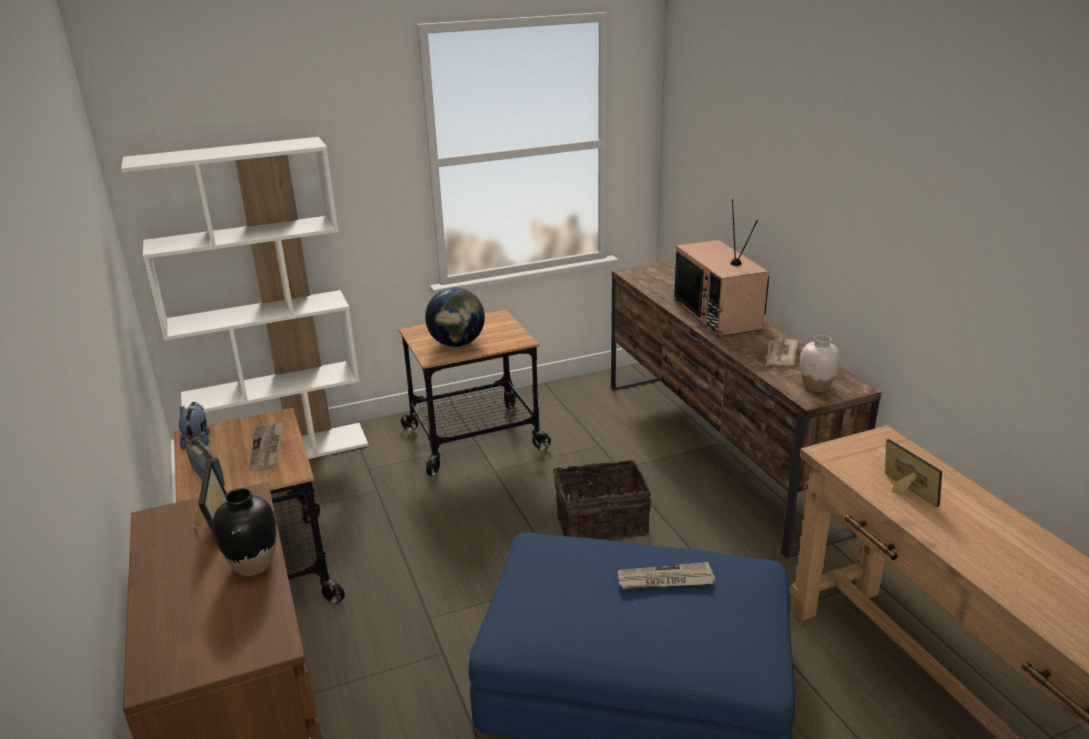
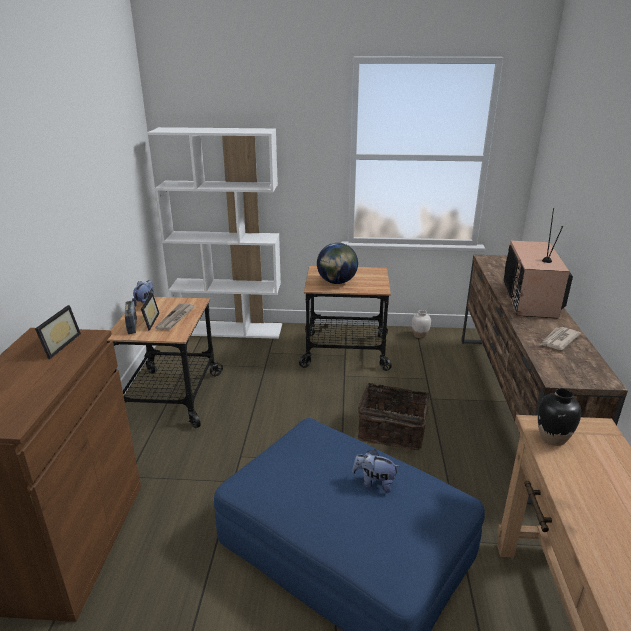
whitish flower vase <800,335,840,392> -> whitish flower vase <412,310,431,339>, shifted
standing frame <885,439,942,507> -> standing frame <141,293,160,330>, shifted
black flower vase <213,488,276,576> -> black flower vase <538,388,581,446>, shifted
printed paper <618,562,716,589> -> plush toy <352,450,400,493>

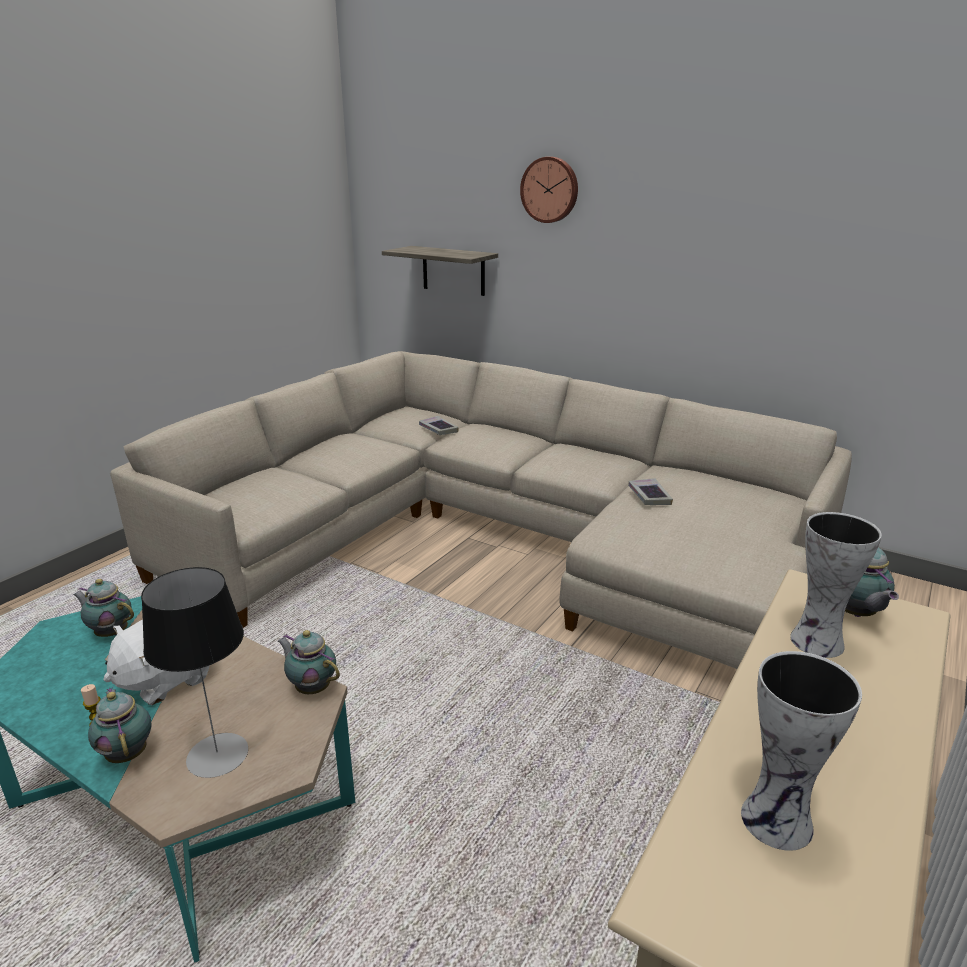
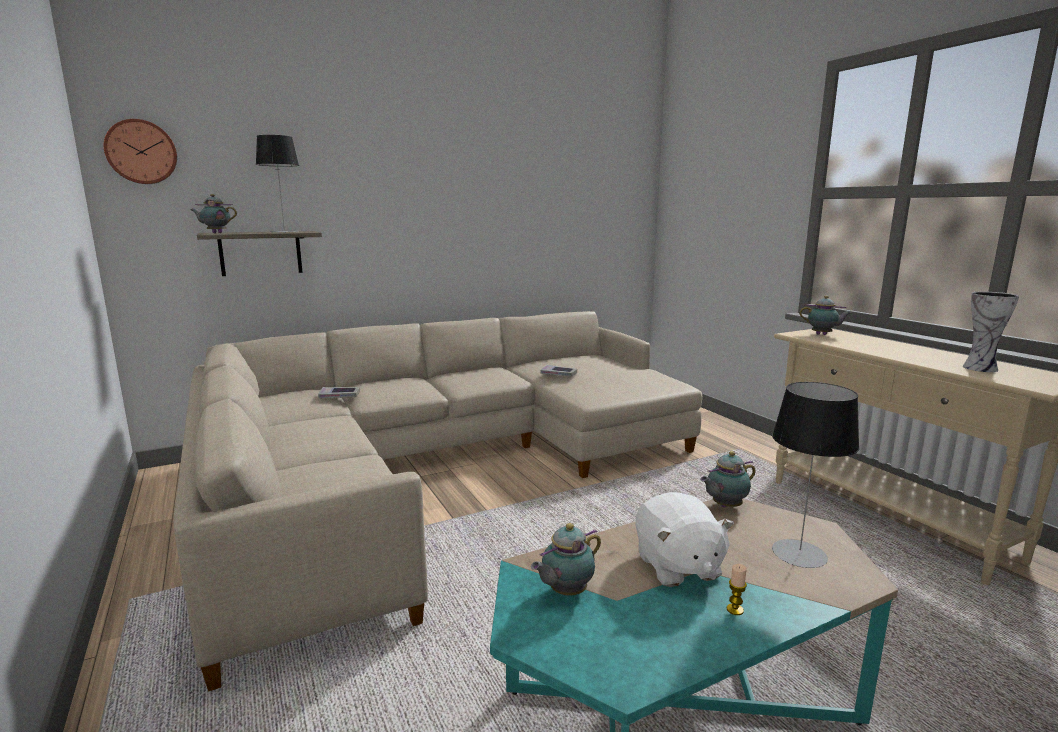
wall clock <520,157,578,223> -> wall clock <104,119,177,184>, shifted
flower vase <790,512,882,658> -> none
tea pot <88,687,152,763> -> tea pot <190,194,237,233>, shifted
none -> tabletop lamp <256,135,299,232>

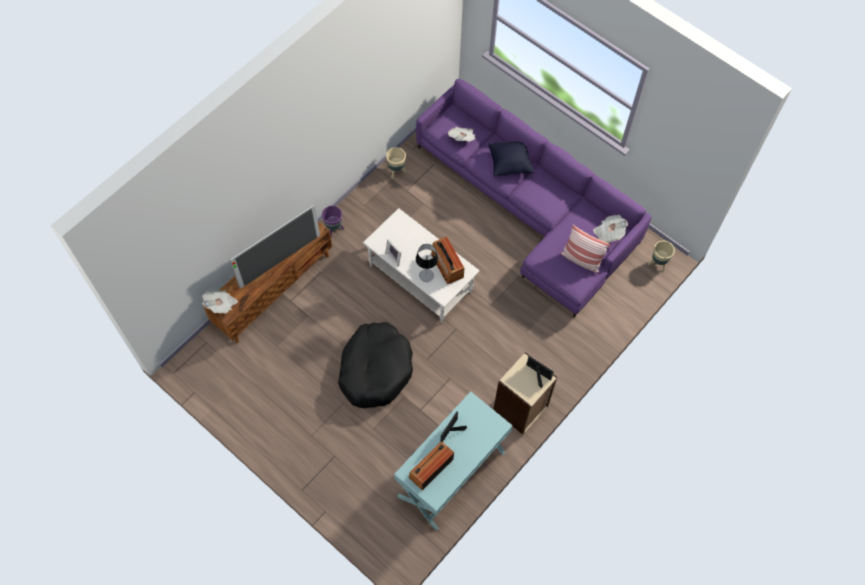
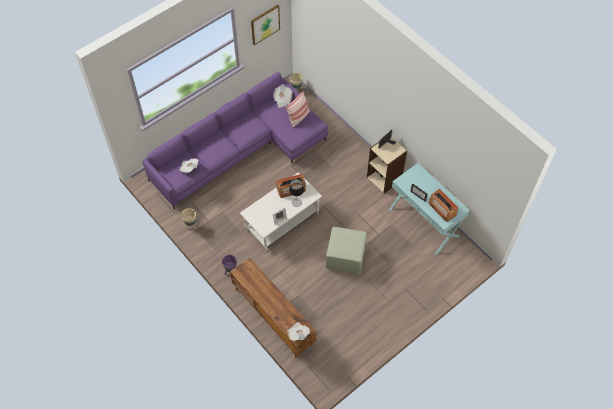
black throw pillow <489,141,534,176> -> none
television <229,204,320,289> -> none
black dog cushion <338,322,413,408> -> green ottoman <326,227,367,274>
none -> picture <251,5,280,45>

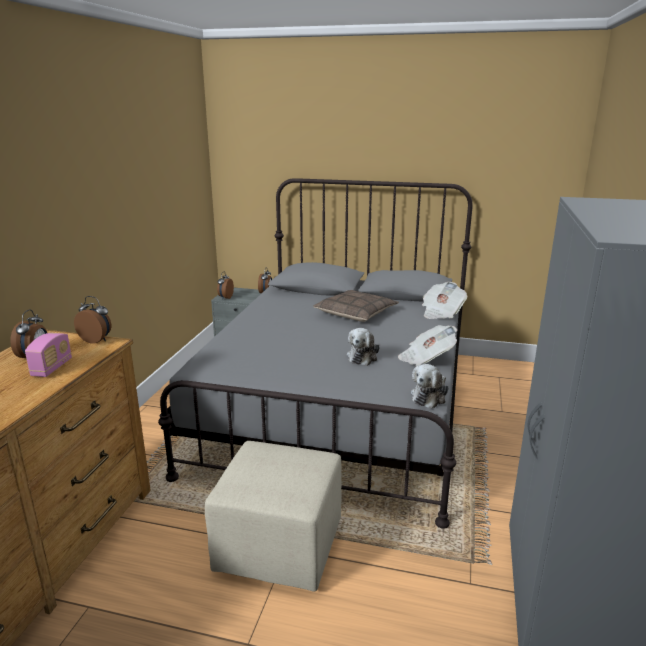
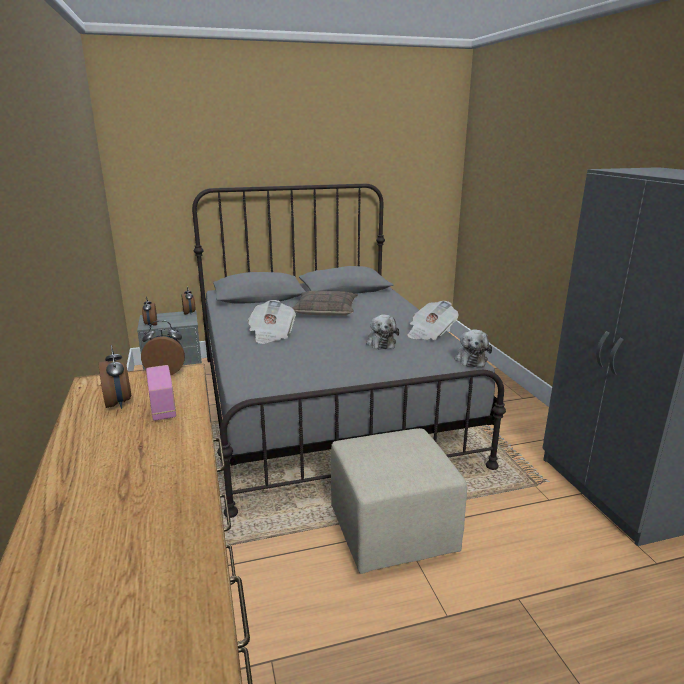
printed paper <422,282,467,319> -> printed paper <248,300,296,344>, shifted

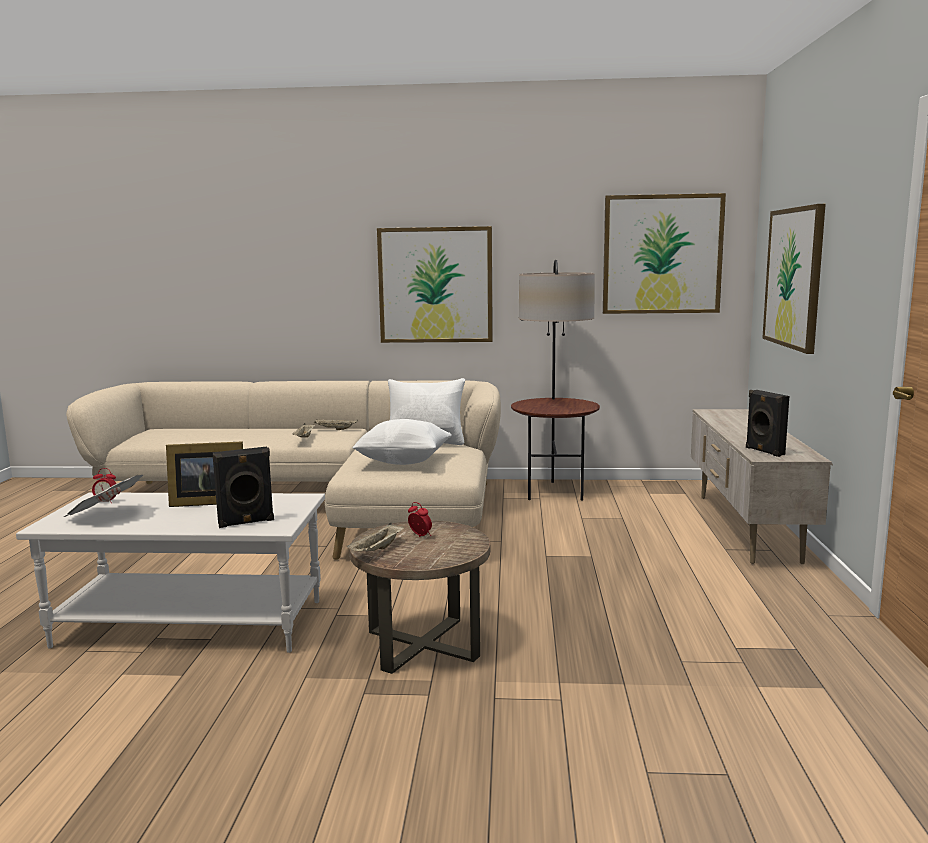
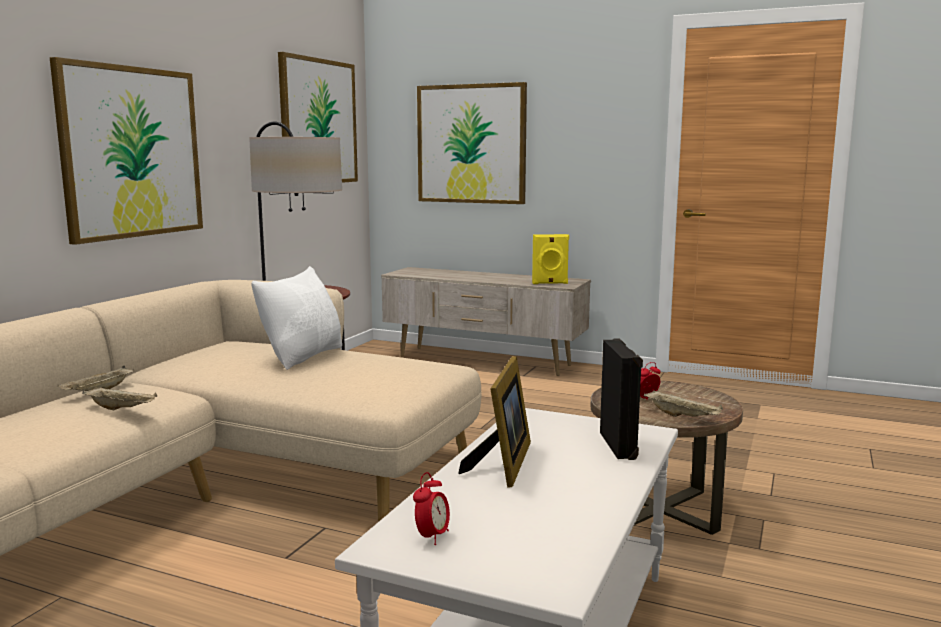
black speaker <746,390,789,457> -> yellowish speaker <532,234,569,284>
whitish throw pillow <352,419,452,465> -> none
printed paper <64,475,143,517> -> none

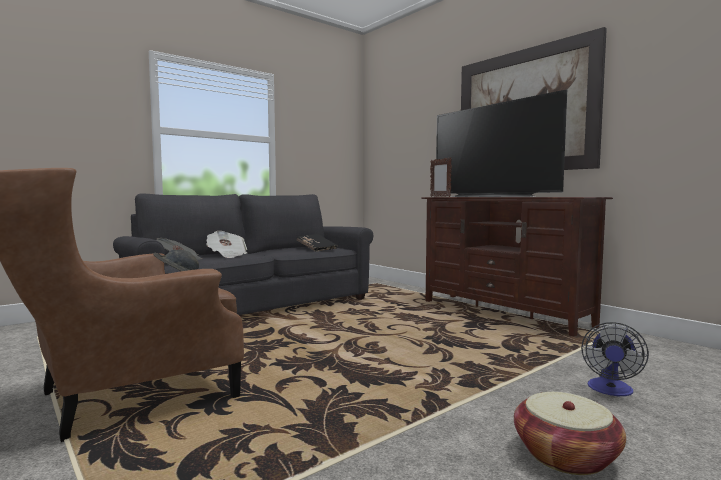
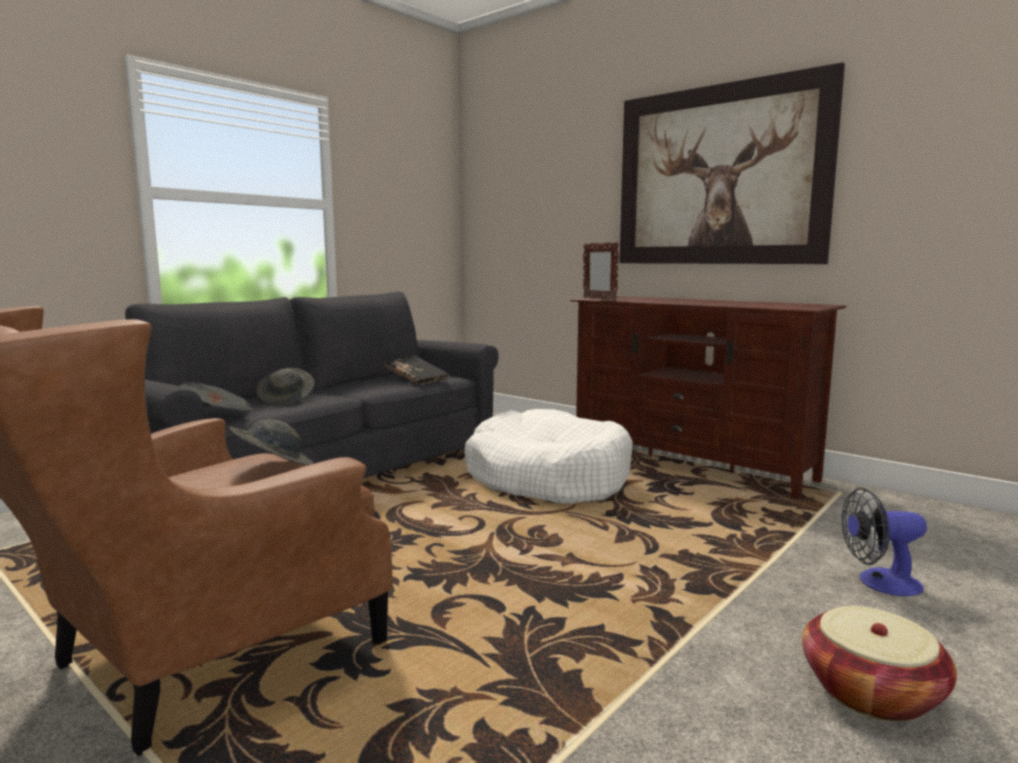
television <436,89,567,197> -> none
printed paper <206,231,247,258> -> greyish clothing hat <256,368,315,405>
electric fan <581,322,649,396> -> electric fan <842,488,927,596>, 75 degrees clockwise
none -> whitish dog cushion <465,409,633,504>

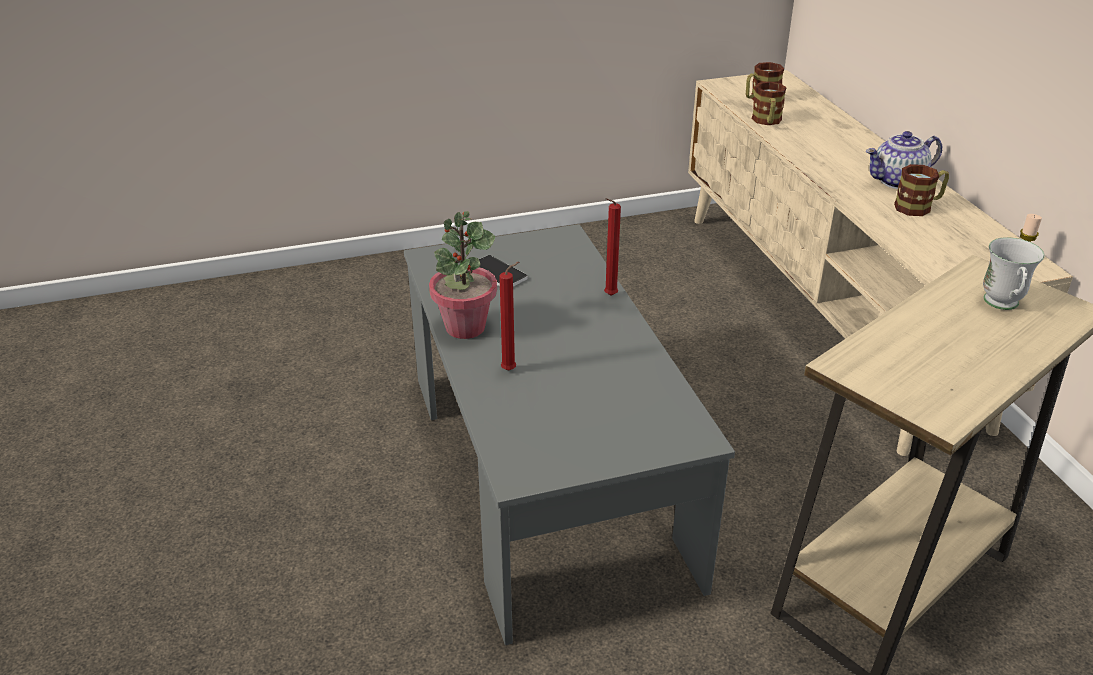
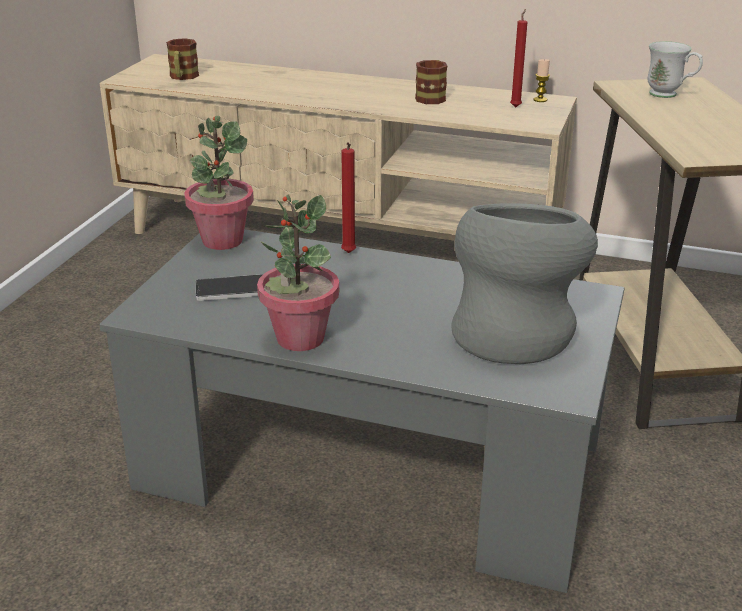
tea mug <752,81,787,125> -> none
tea pot <866,131,942,189> -> none
reddish wax candle <499,262,519,371> -> reddish wax candle <510,9,527,108>, shifted
none -> potted plant <184,116,254,250>
none -> greyish flower vase <452,203,598,364>

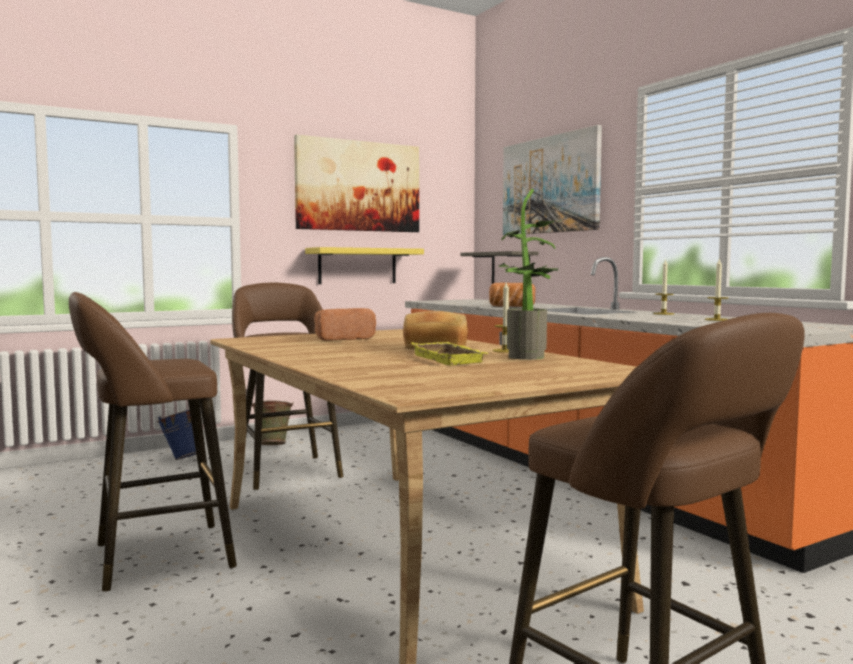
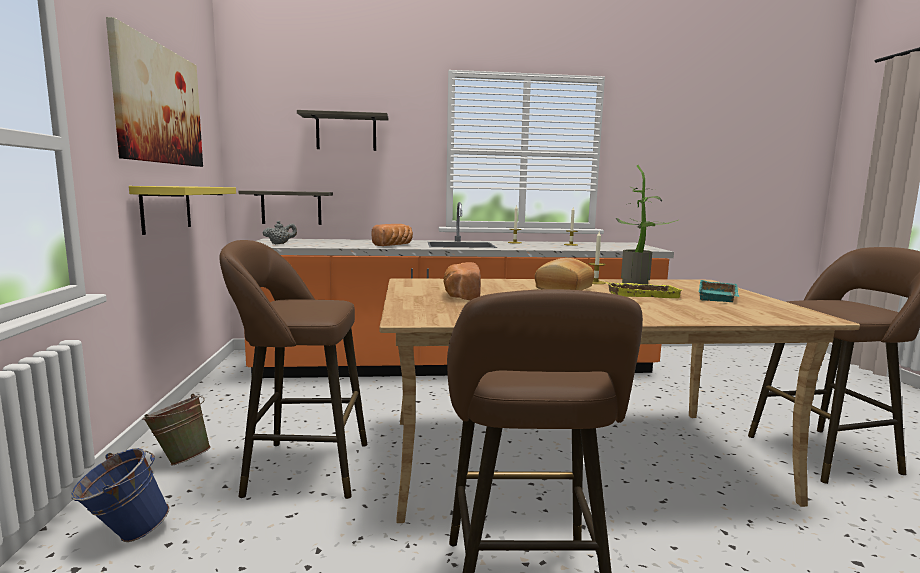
picture <503,125,602,235> -> bracket shelf <297,110,388,151>
none -> greyish tea pot <262,221,297,244>
none -> turquoise serving tray <699,280,739,302>

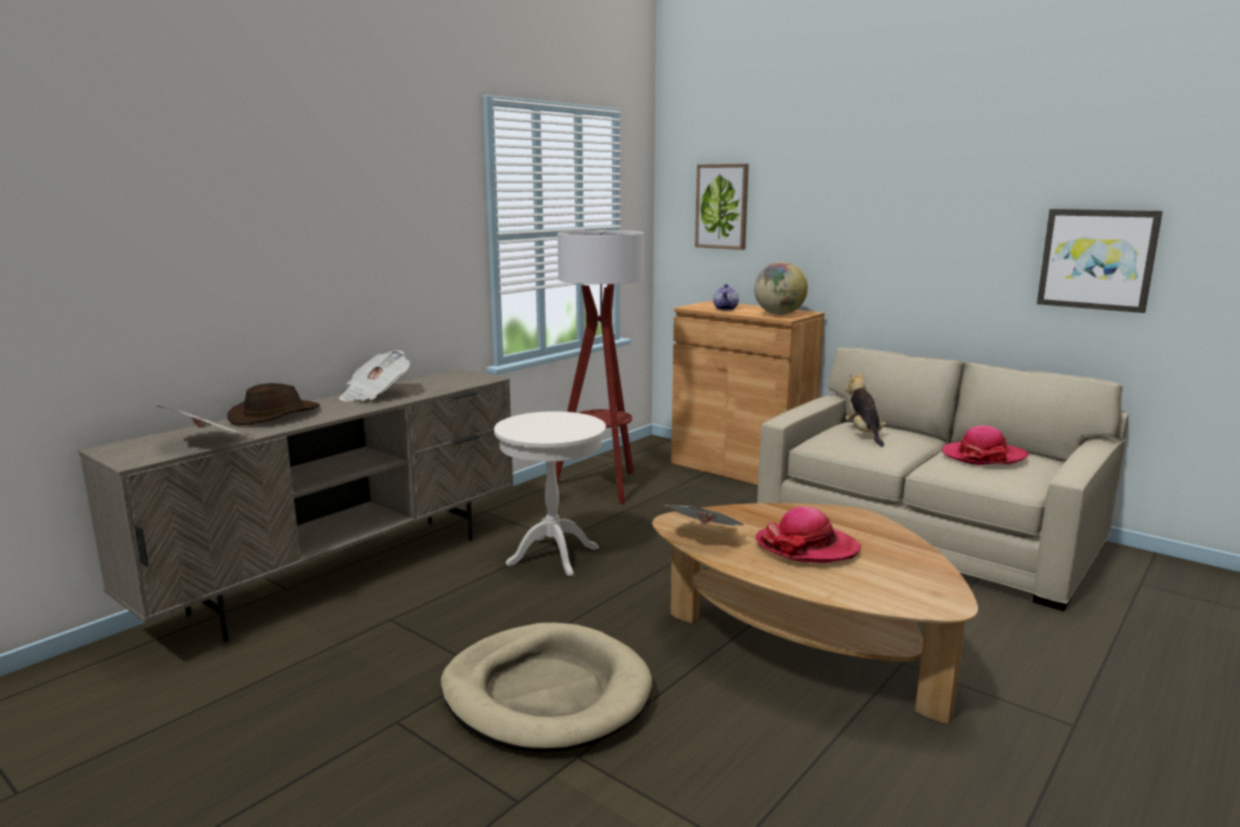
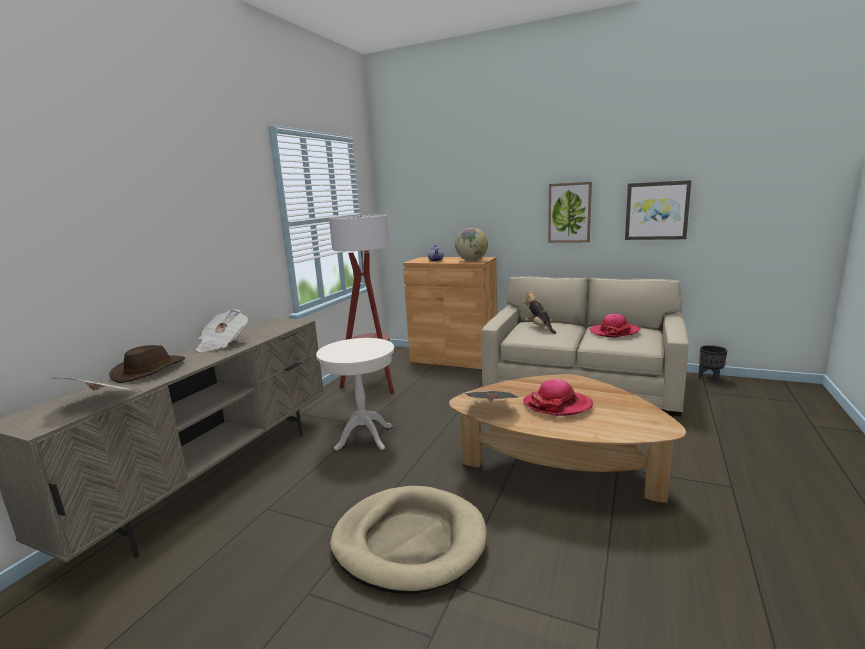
picture <695,164,749,250> -> picture <548,182,592,243>, shifted
none -> black plant pot <699,345,727,383>

